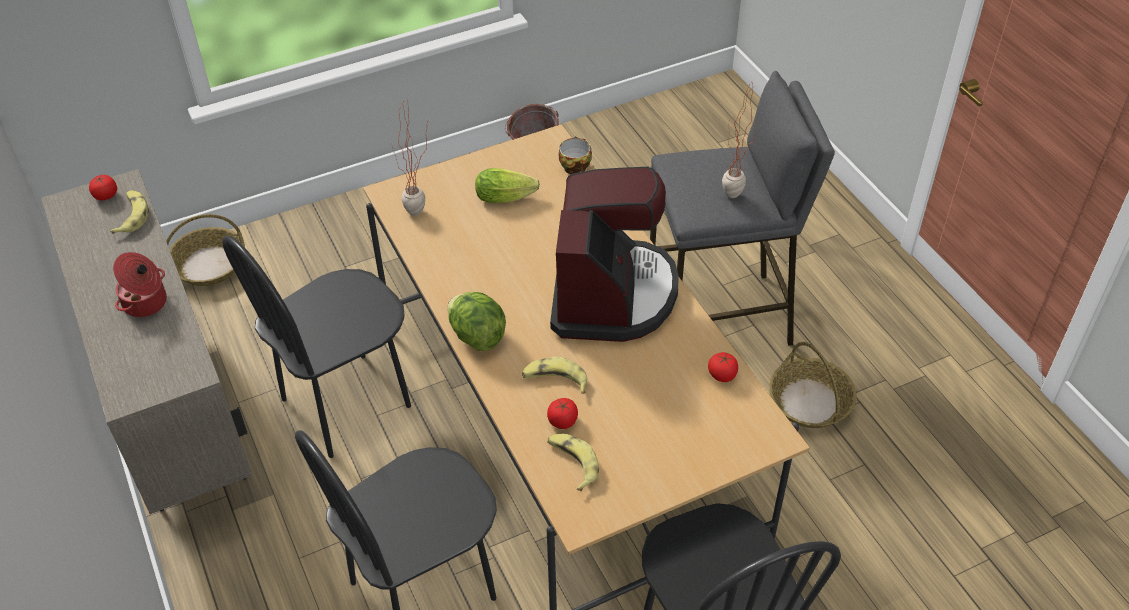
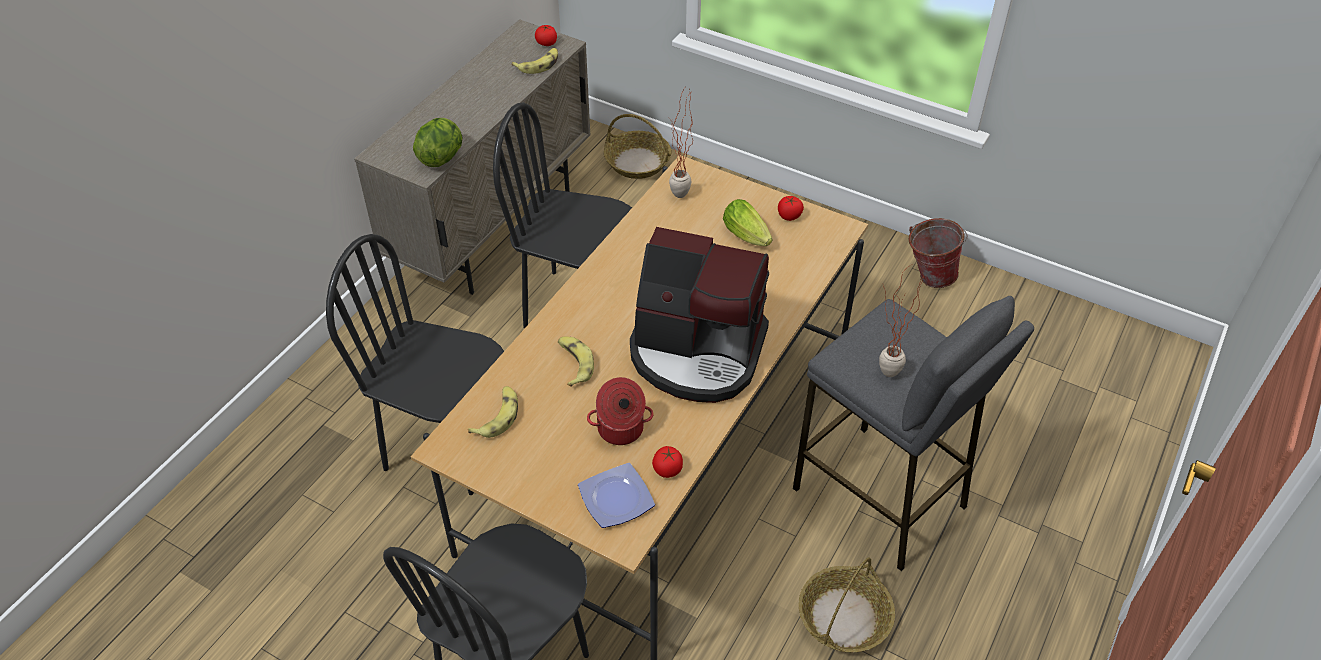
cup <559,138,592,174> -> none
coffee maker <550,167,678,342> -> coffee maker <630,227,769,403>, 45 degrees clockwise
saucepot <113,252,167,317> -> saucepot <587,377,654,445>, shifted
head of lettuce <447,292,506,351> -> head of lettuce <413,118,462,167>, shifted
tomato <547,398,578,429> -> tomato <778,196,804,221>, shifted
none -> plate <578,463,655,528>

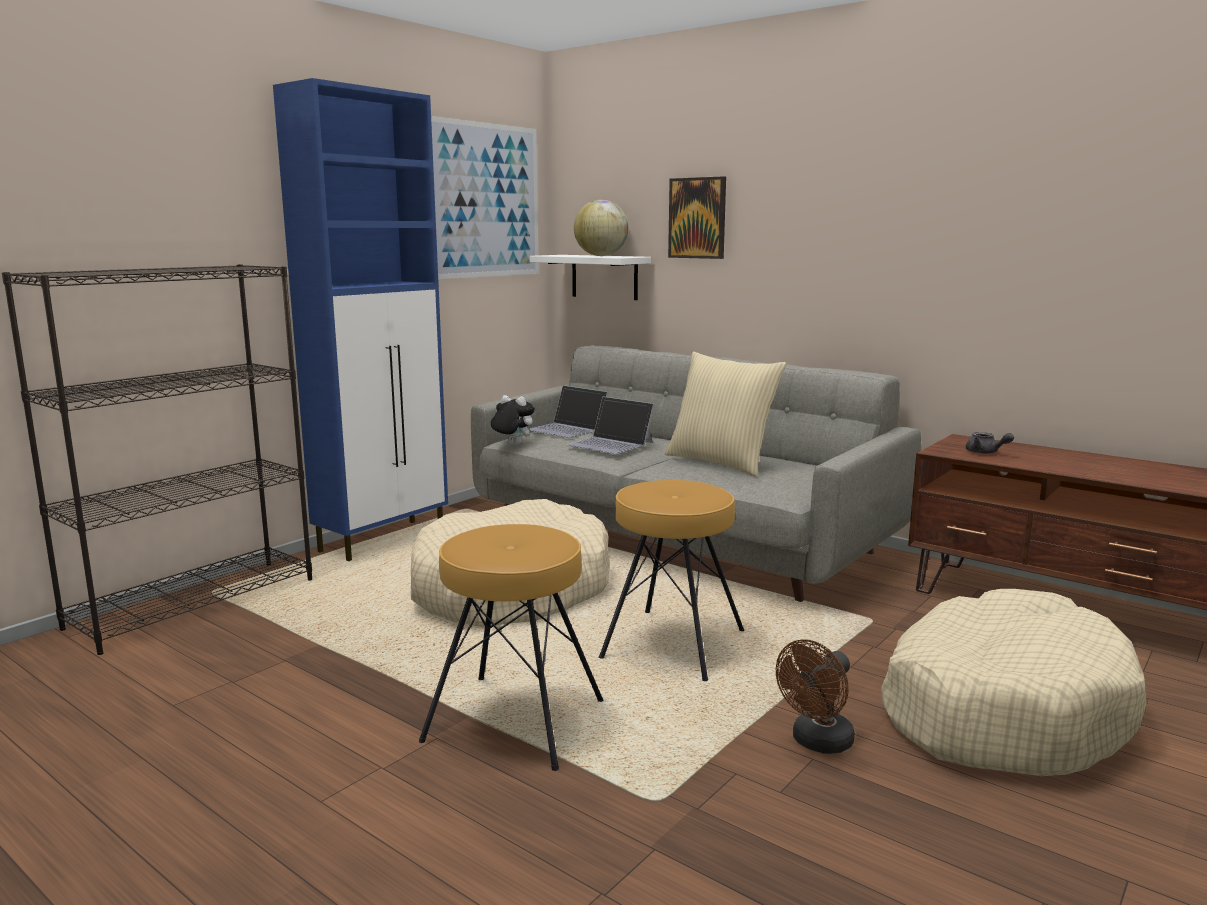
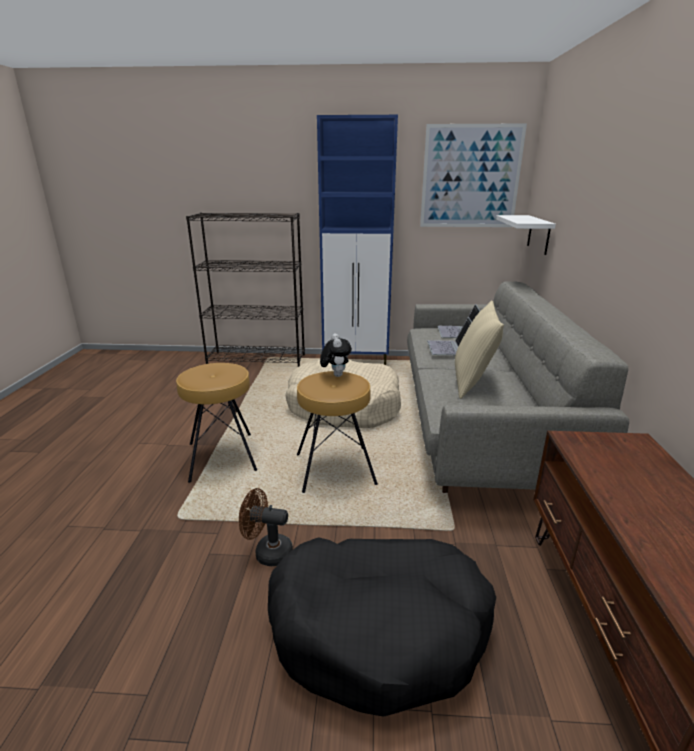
picture <668,176,726,259> -> none
world globe <574,200,628,256> -> none
plush toy <491,395,535,445> -> plush toy <320,333,352,377>, shifted
greyish tea pot <966,432,1014,454> -> none
beige-coloured dog cushion <882,589,1147,776> -> black dog cushion <268,537,496,717>

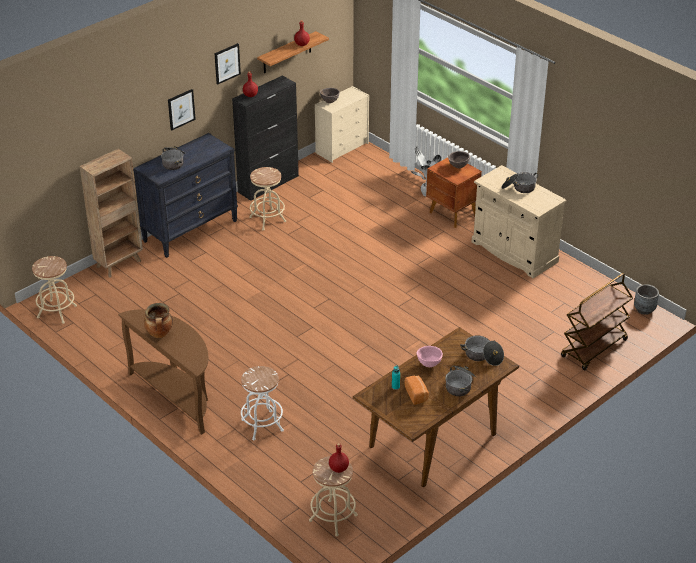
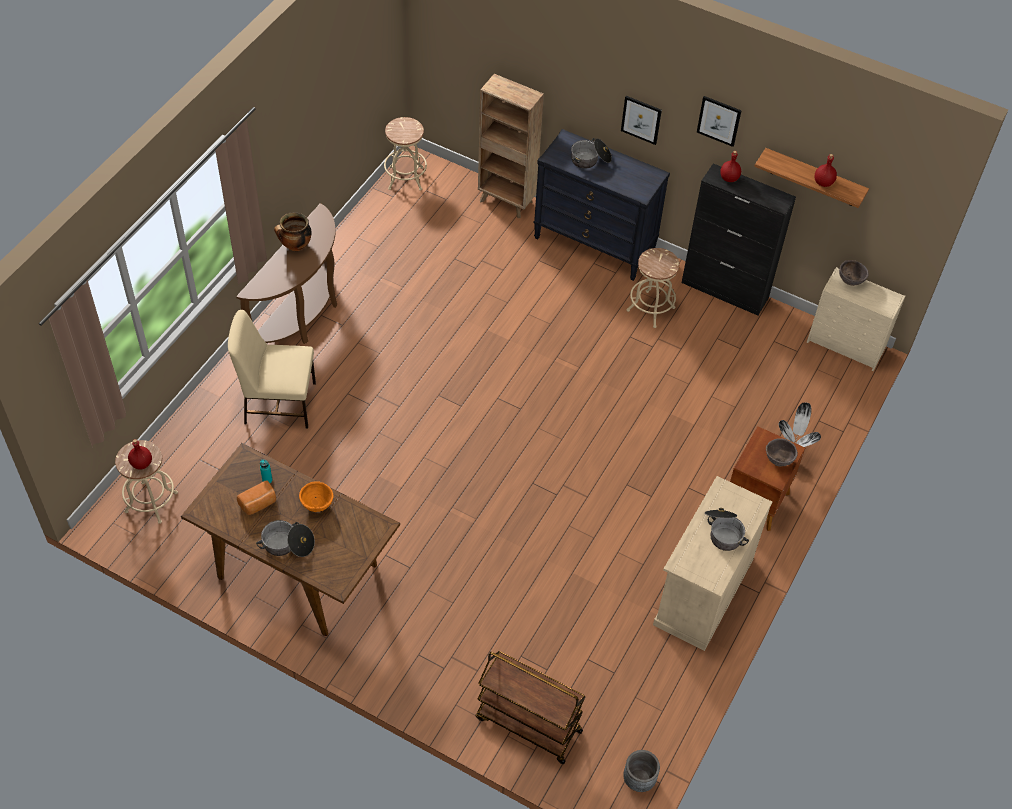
saucepot <460,335,504,366> -> none
pink deep dish <417,346,443,367> -> orangey deep dish <299,481,333,512>
whitish sitting stool <241,366,284,441> -> beige-coloured chair <228,310,316,428>

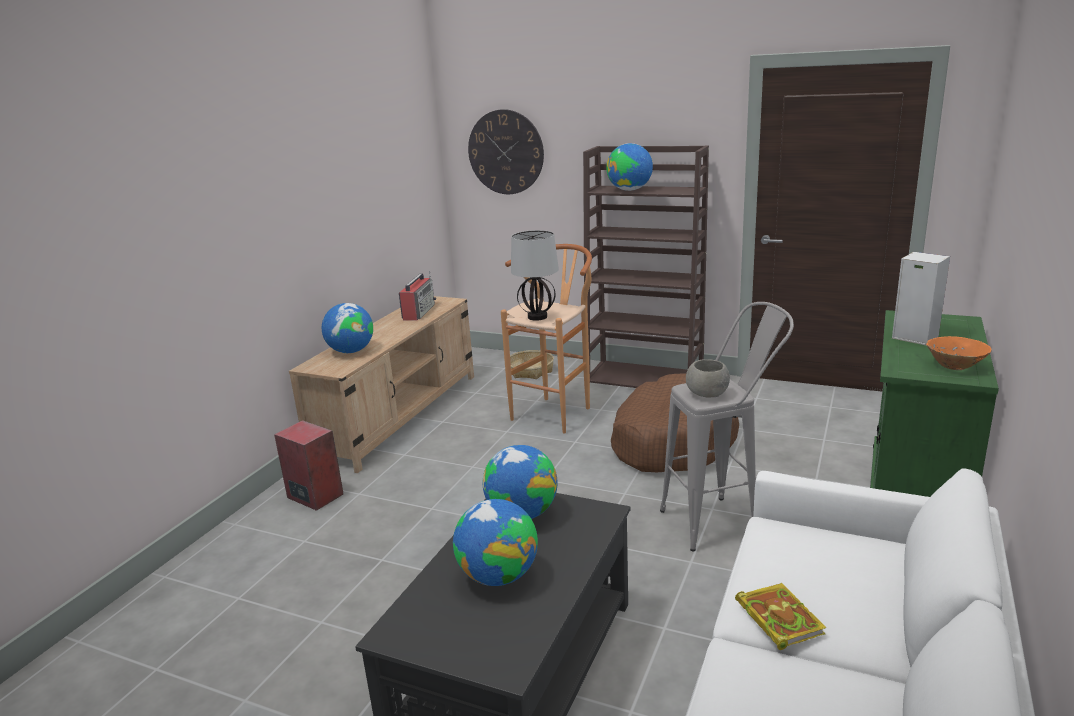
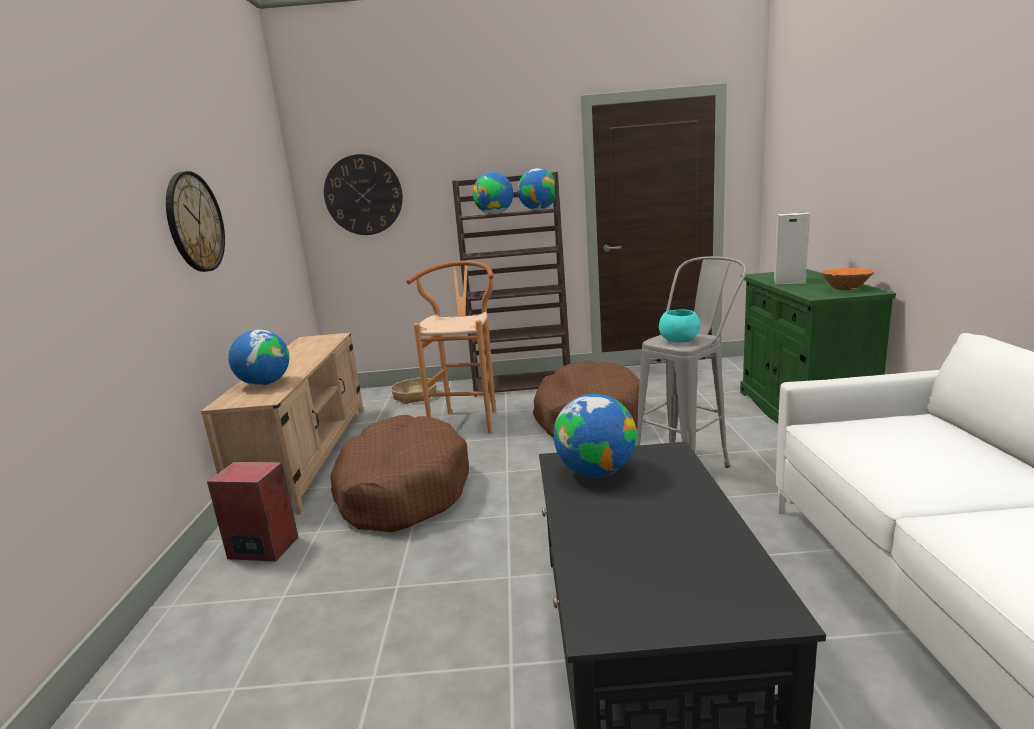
tabletop lamp <511,230,559,321> -> none
radio set <399,271,436,321> -> none
greyish deep dish <686,359,730,398> -> turquoise deep dish <659,310,700,342>
world globe <453,499,538,586> -> world globe <518,168,556,210>, shifted
book <735,583,826,650> -> none
none -> wall clock <166,171,225,272>
none -> brown-coloured dog cushion <330,415,469,532>

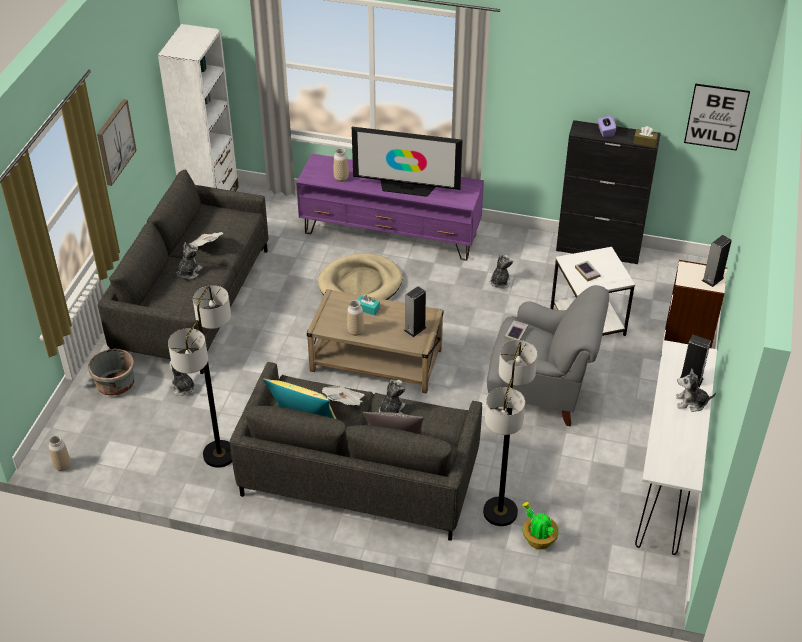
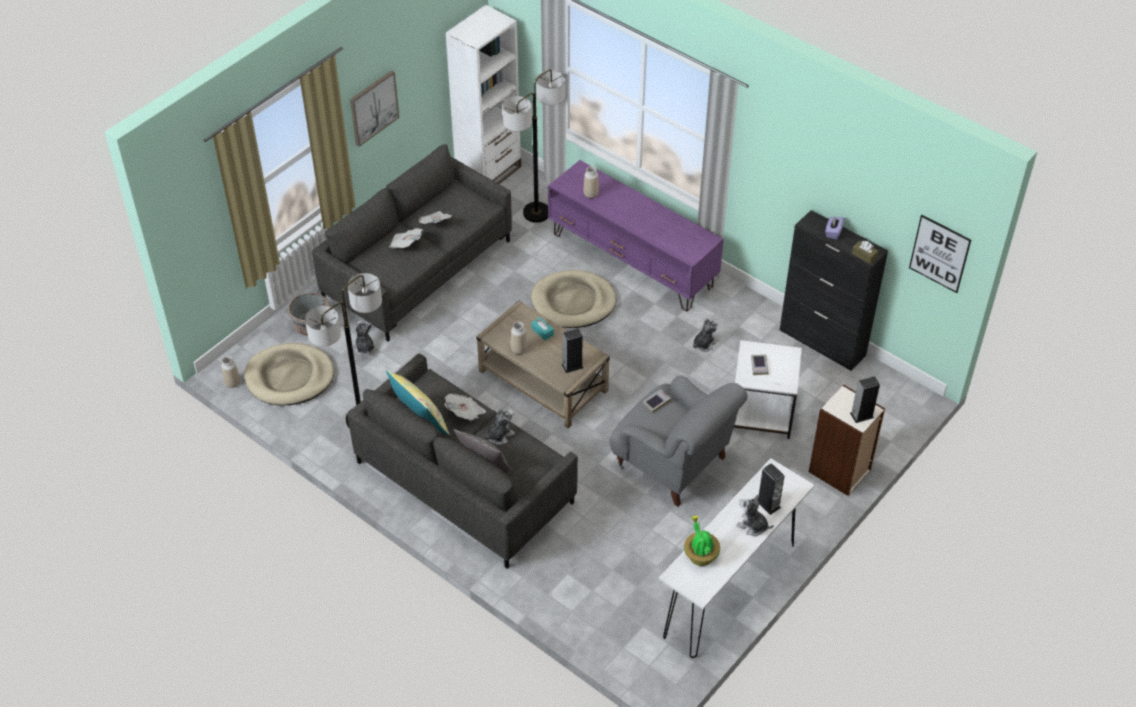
television <352,127,462,197> -> none
plush toy <177,243,203,280> -> printed paper <389,228,423,248>
standing lamp <483,340,538,526> -> standing lamp <503,70,565,223>, shifted
potted plant <521,502,559,549> -> potted plant <684,516,720,566>, shifted
none -> beige-coloured dog cushion <244,343,334,405>

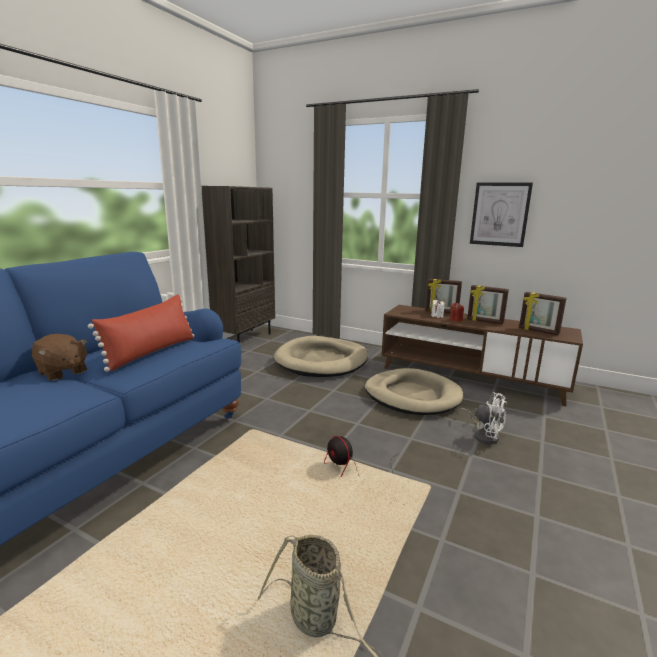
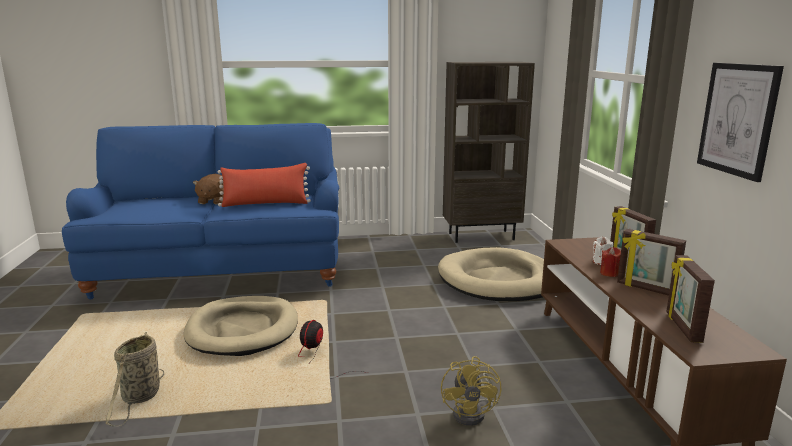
standing frame <467,285,509,325> -> standing frame <617,229,686,296>, 45 degrees counterclockwise
beige-coloured dog cushion <365,368,463,415> -> beige-coloured dog cushion <184,296,298,356>, shifted
whitish electric fan <457,392,507,445> -> yellowish electric fan <441,356,501,426>

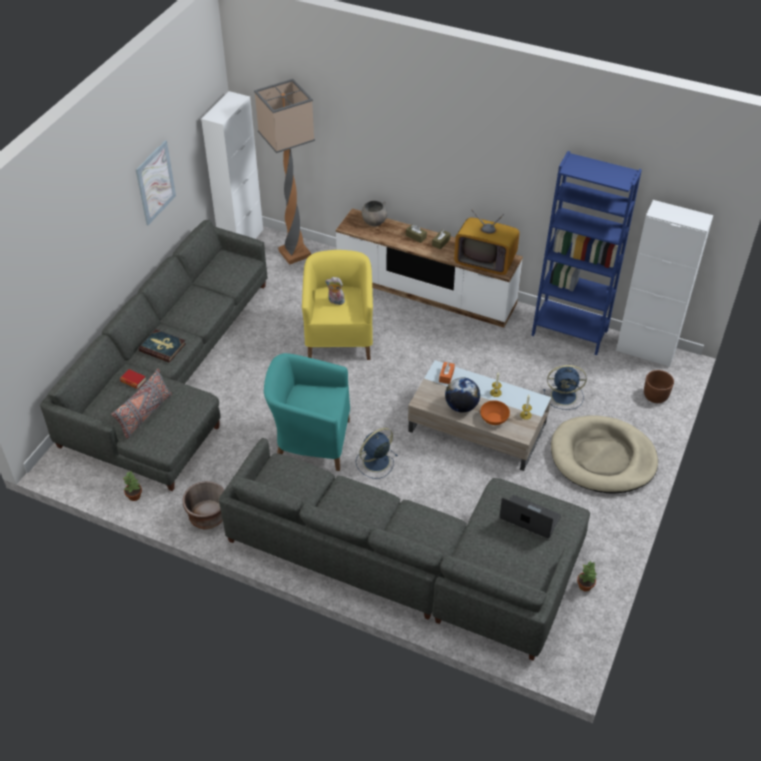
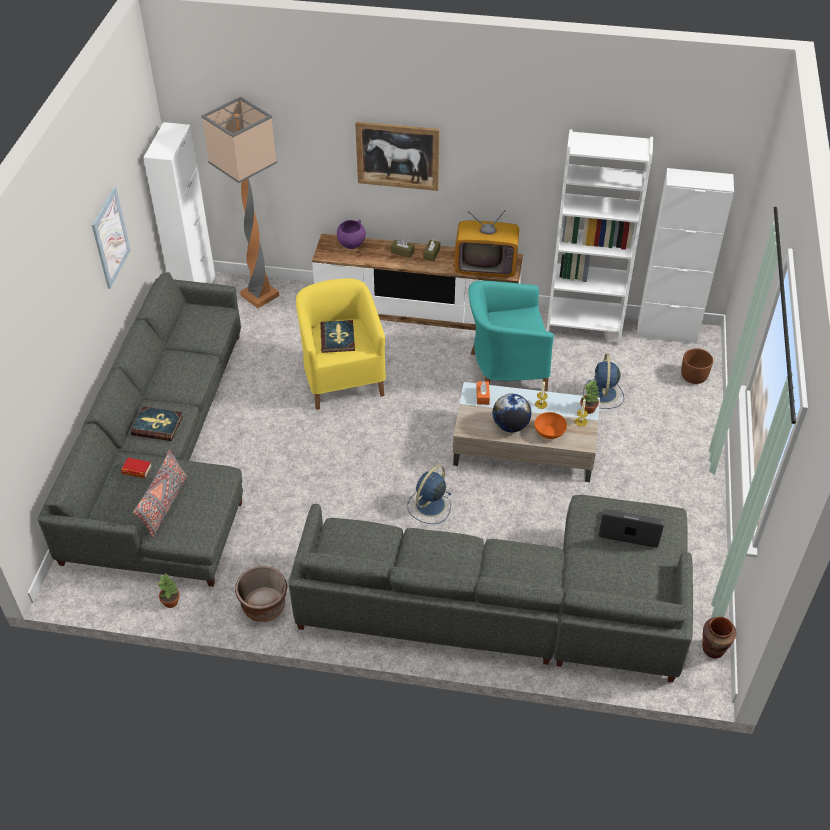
bluish bookshelf <532,151,642,355> -> whitish bookshelf <546,129,653,346>
greyish deep dish <362,200,388,226> -> purple deep dish <337,220,366,249>
plush toy <325,277,345,305> -> book <320,320,355,353>
turquoise easy chair <264,353,350,471> -> turquoise easy chair <468,281,554,392>, shifted
bluish electric fan <544,365,587,410> -> bluish electric fan <583,354,624,409>, 105 degrees clockwise
beige-coloured dog cushion <551,415,658,494> -> none
potted plant <577,561,597,592> -> potted plant <580,380,600,414>, shifted
none -> picture <355,121,440,191>
none -> brown-coloured flower vase <702,617,737,658>

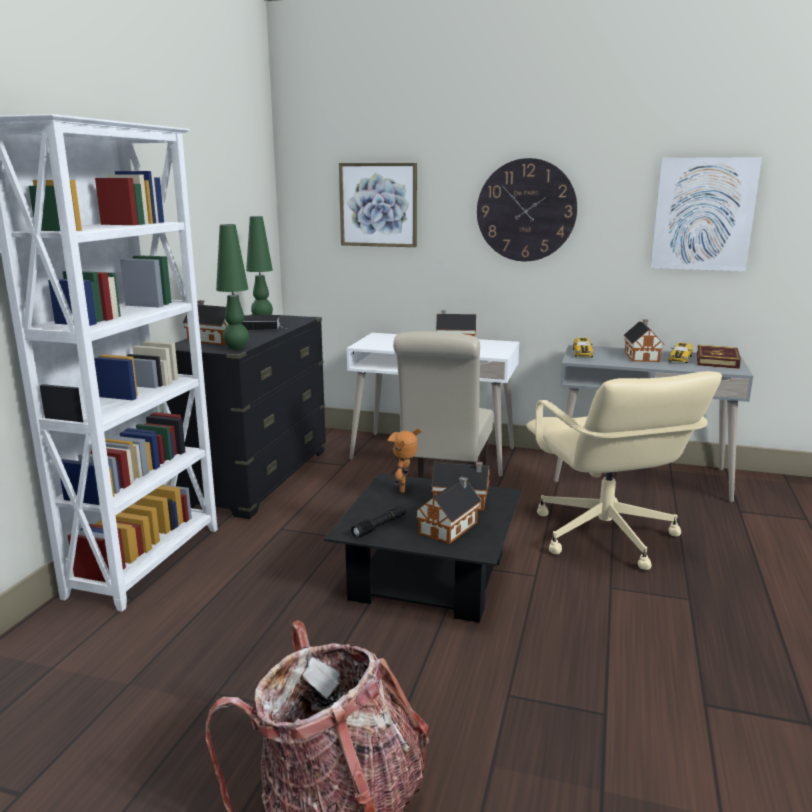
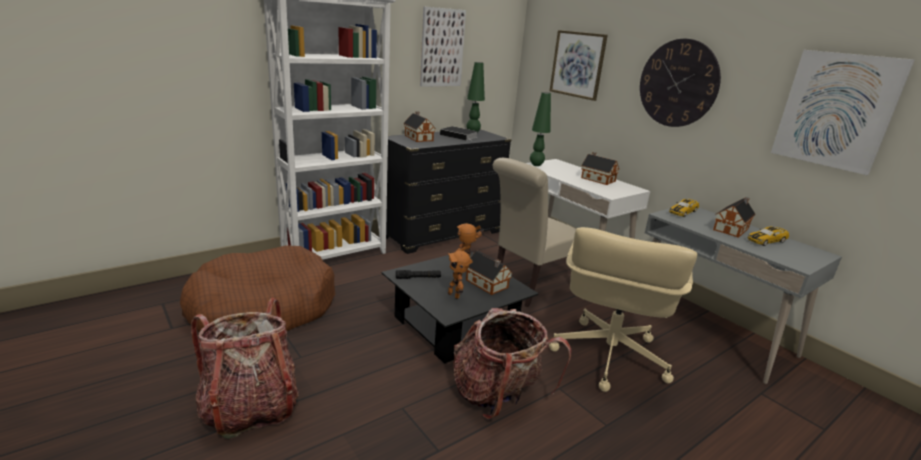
green tabletop lamp <216,224,249,350> -> green tabletop lamp <530,92,551,166>, shifted
book <697,345,741,369> -> none
miniature house <415,477,482,544> -> robot figure <448,246,473,299>
none -> picture <420,6,466,87>
none -> brown-coloured dog cushion <180,245,335,332>
none -> backpack <453,308,572,420>

